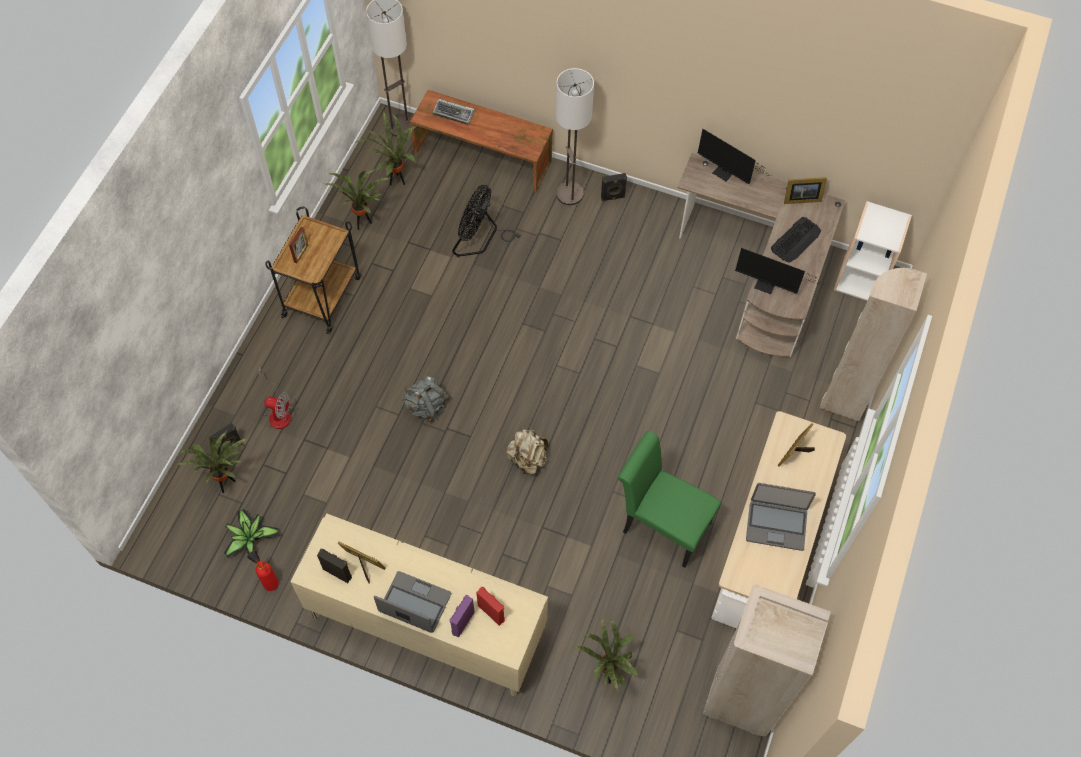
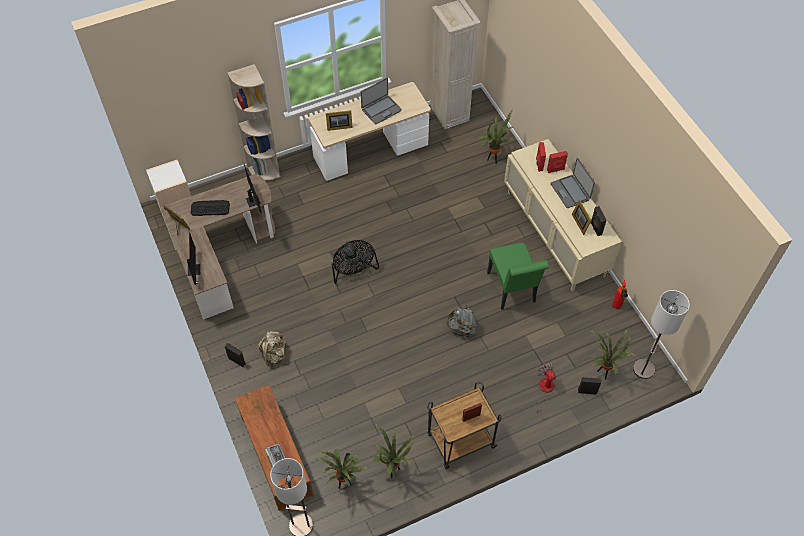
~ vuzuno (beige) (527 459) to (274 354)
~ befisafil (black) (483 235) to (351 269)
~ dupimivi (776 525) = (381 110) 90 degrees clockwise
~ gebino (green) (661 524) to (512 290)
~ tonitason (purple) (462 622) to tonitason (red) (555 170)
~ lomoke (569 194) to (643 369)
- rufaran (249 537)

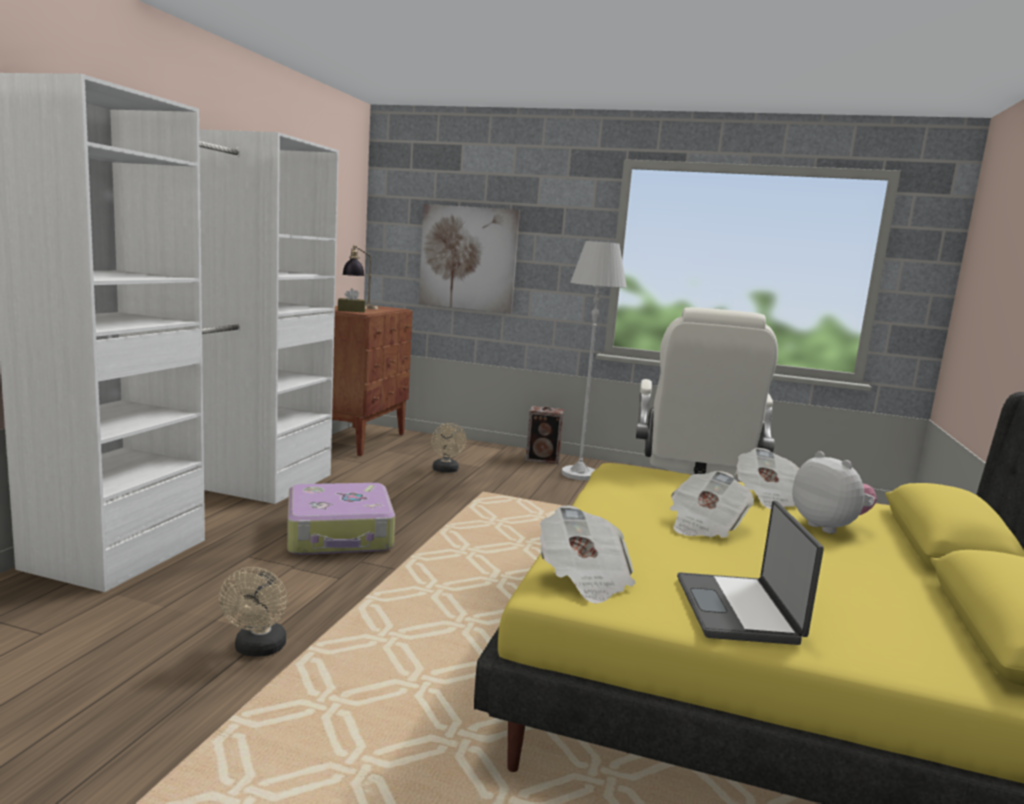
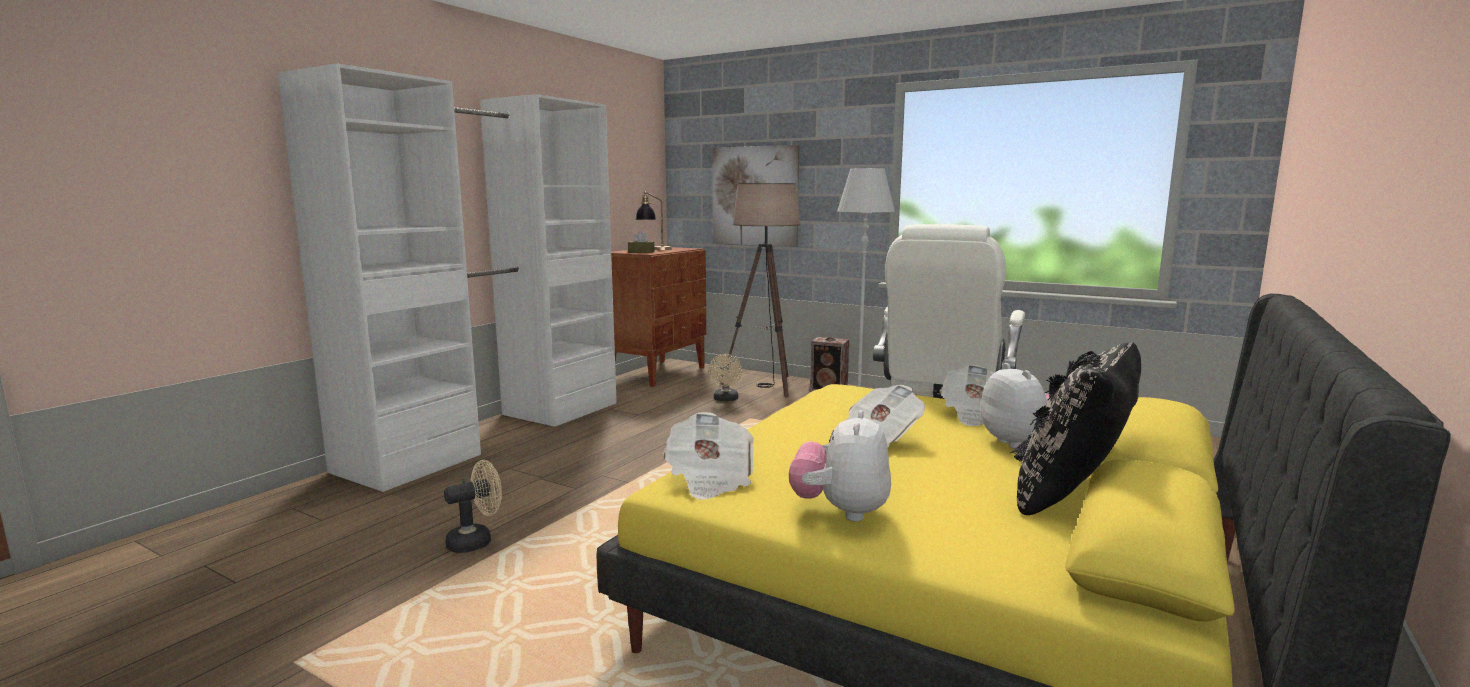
~ befisafil (beige) (258 649) = (476 541) 135 degrees counterclockwise
+ lomoke (764 386)
~ dupimivi (739 610) to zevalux (841 511)
+ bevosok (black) (1067 494)
- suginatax (340 535)

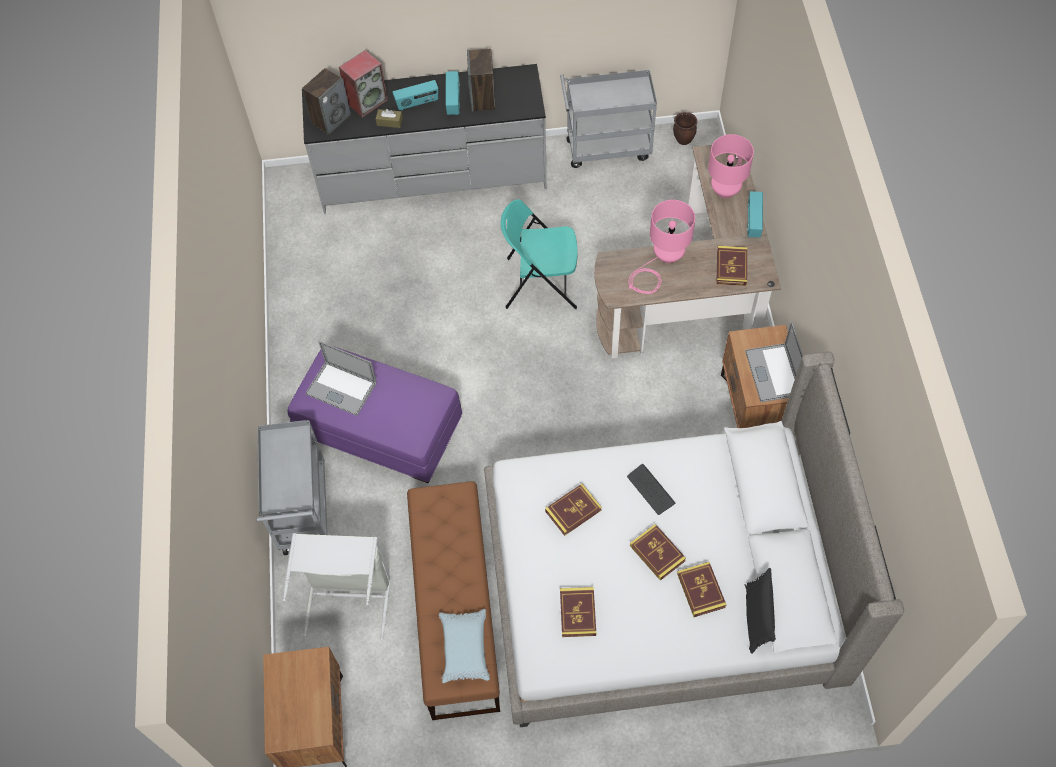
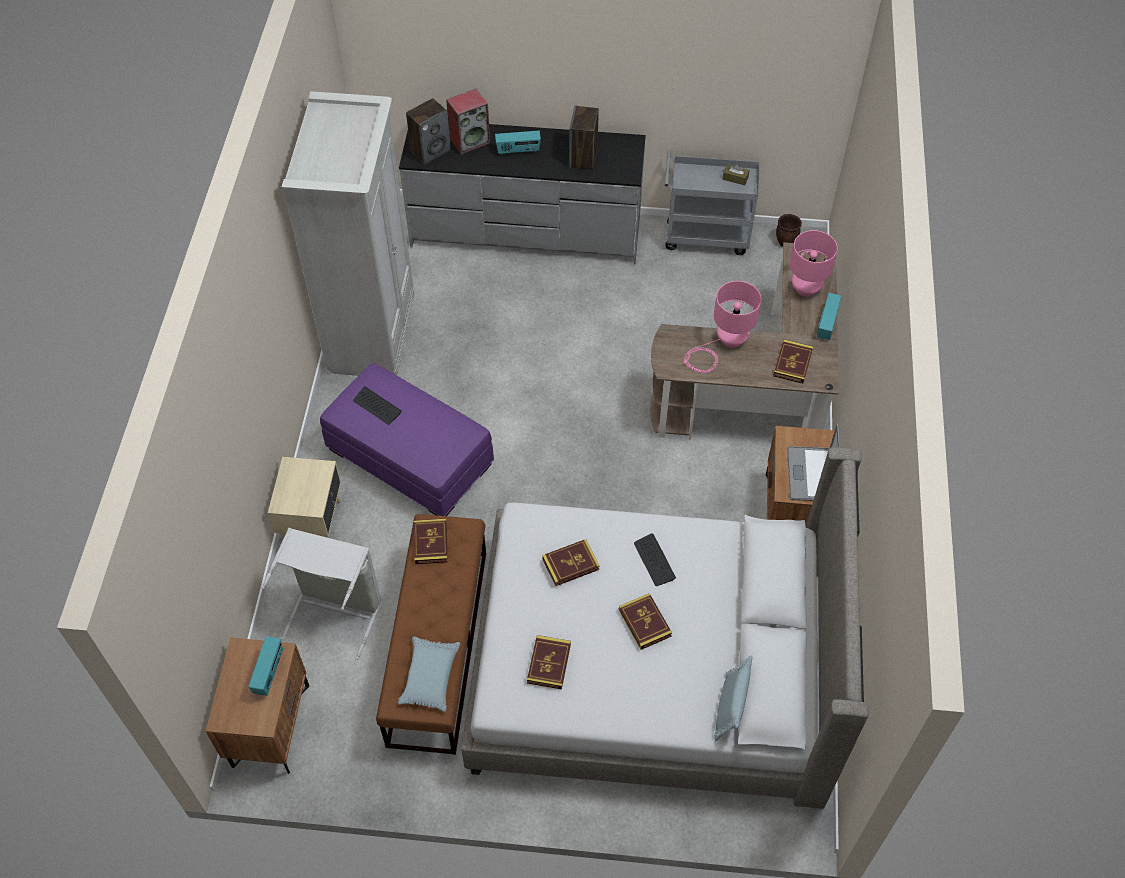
~ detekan (453 101) to (269 673)
~ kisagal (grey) (304 514) to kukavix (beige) (314 524)
+ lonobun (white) (372 333)
~ dupimivi (341 388) to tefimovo (377 406)
~ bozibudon (701 590) to (431 543)
~ bevosok (black) (757 618) to bevosok (blue) (730 708)
~ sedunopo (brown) (389 122) to (735 178)
- gebino (turquoise) (541 282)

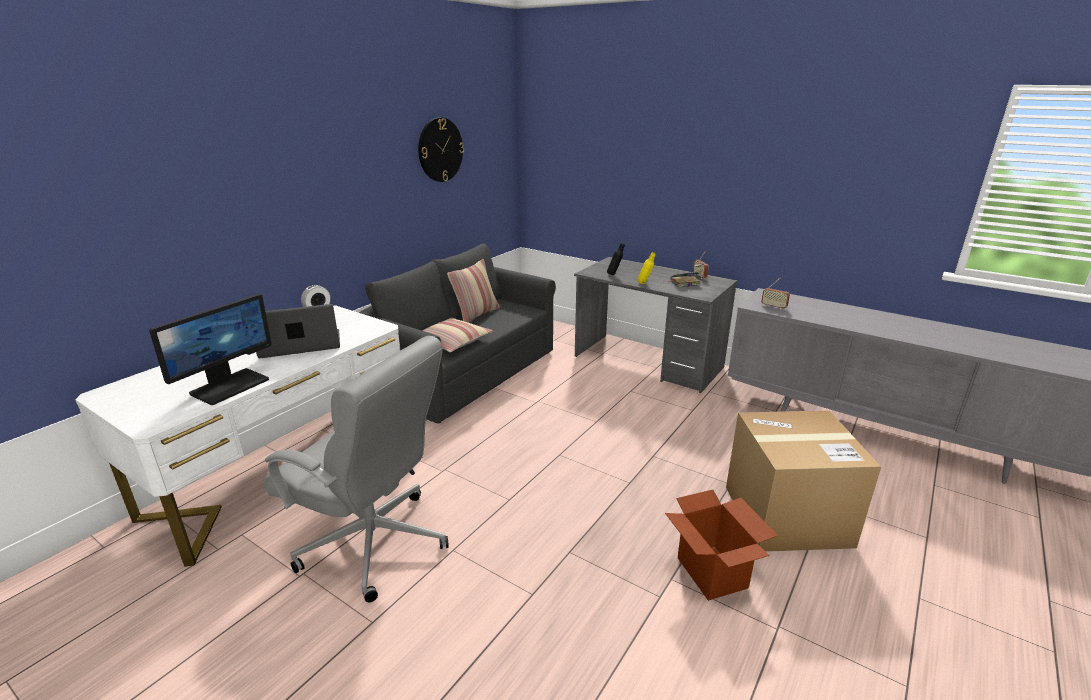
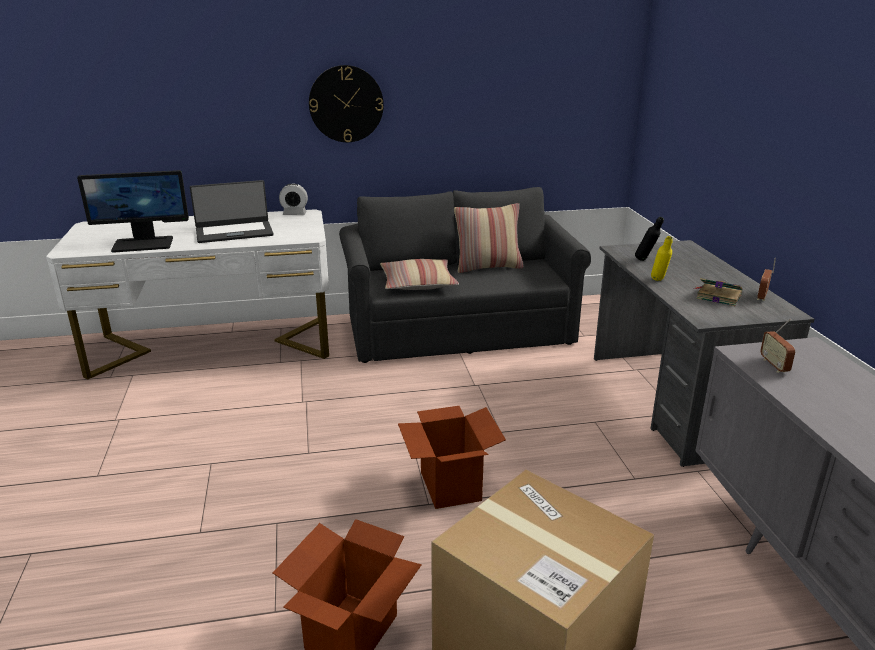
~ dupimivi (300 345) = (234 232) 135 degrees clockwise
~ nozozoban (440 150) to (346 104)
+ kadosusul (450 486)
- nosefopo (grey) (373 541)

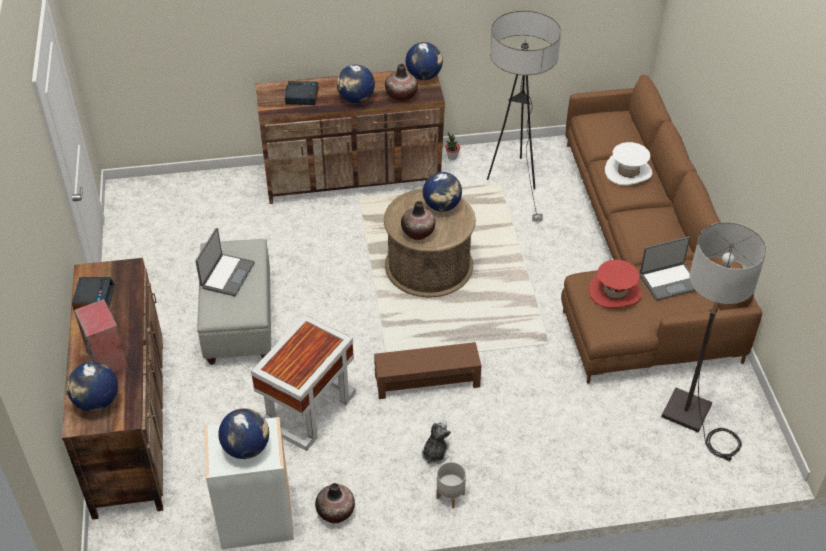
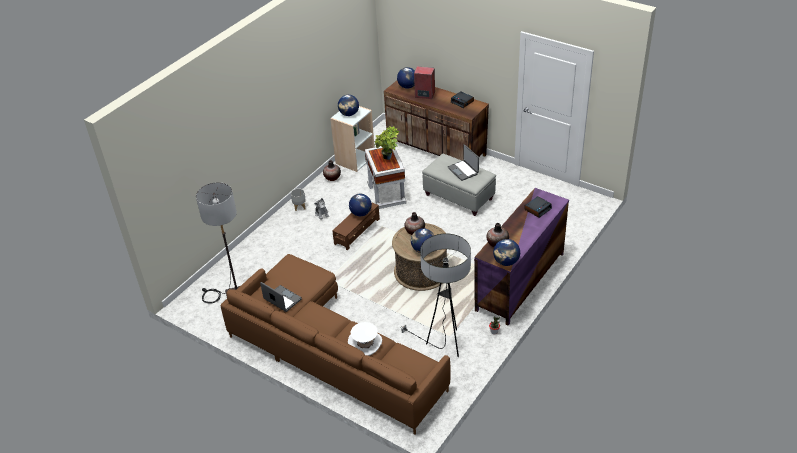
~ dupimivi (669 281) = (282 299) 105 degrees clockwise
~ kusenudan (356 99) to (361 213)
+ rufaran (388 159)
~ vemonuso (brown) (354 178) to vemonuso (purple) (518 282)
- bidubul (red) (615 292)

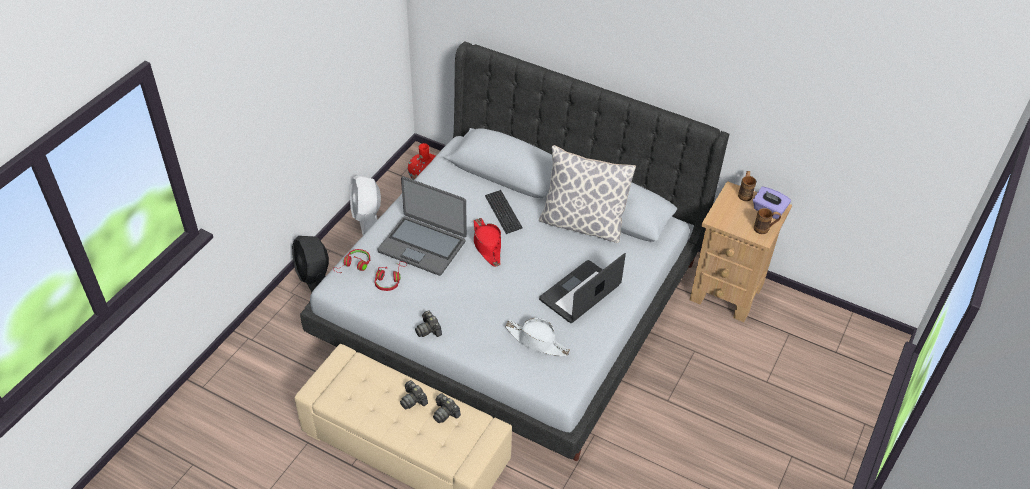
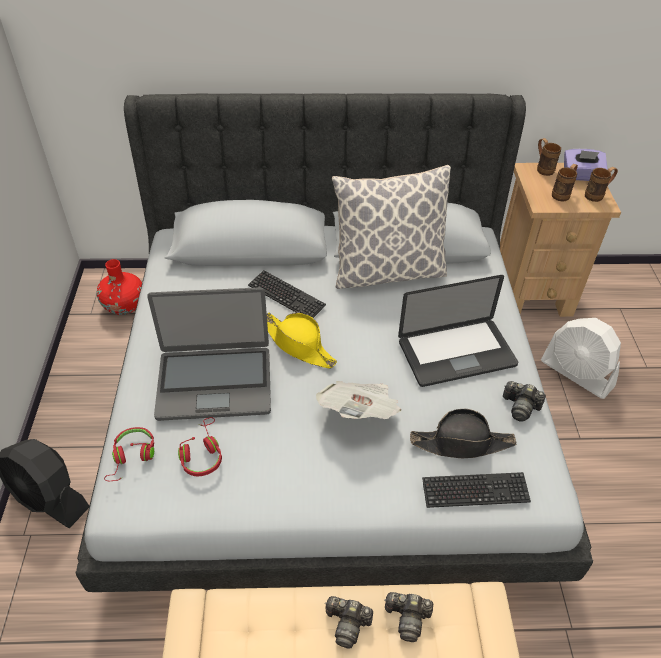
~ bidubul (red) (487 245) to bidubul (yellow) (298 345)
+ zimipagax (360 412)
~ dupimivi (580 293) = (456 354) 120 degrees counterclockwise
~ bidubul (white) (537 341) to bidubul (black) (462 443)
+ tefimovo (475 491)
~ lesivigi (428 330) to (520 407)
~ befisafil (white) (367 219) to (577 374)
+ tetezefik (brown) (562 194)

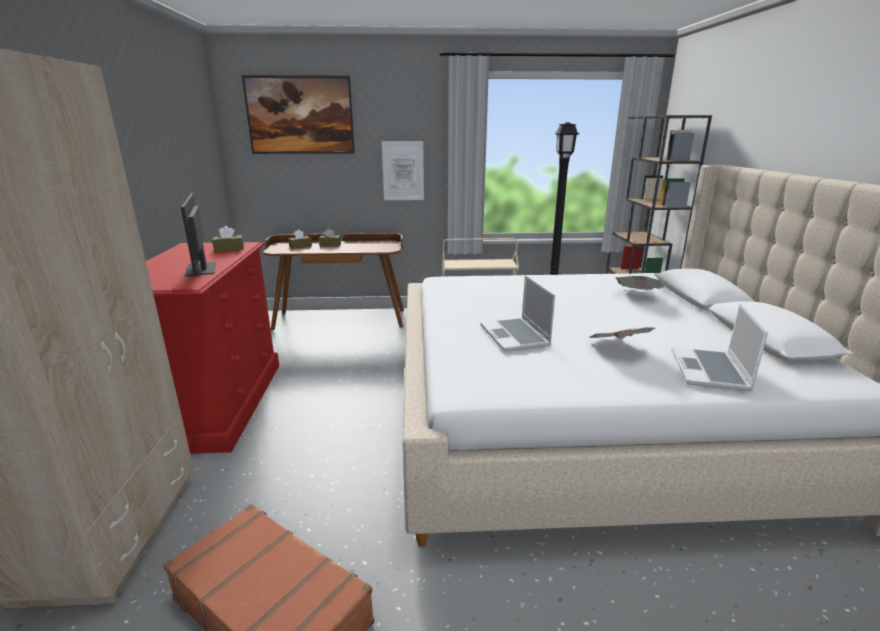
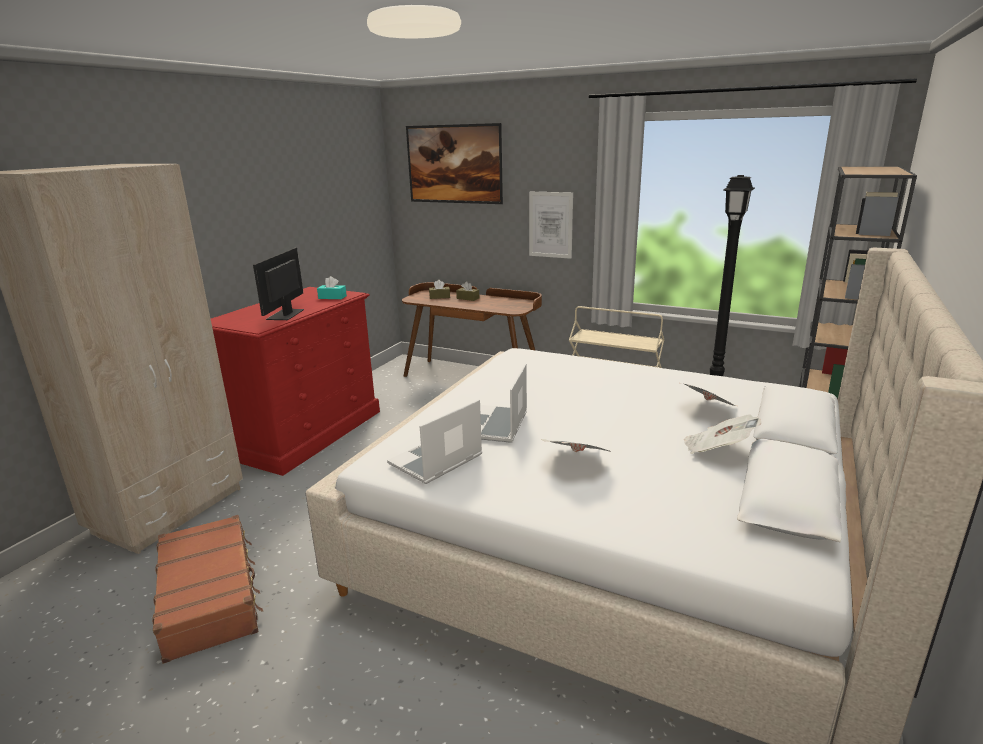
~ sedunopo (brown) (229 249) to sedunopo (turquoise) (332 297)
~ dupimivi (710 371) to (435 461)
+ zimipagax (717 450)

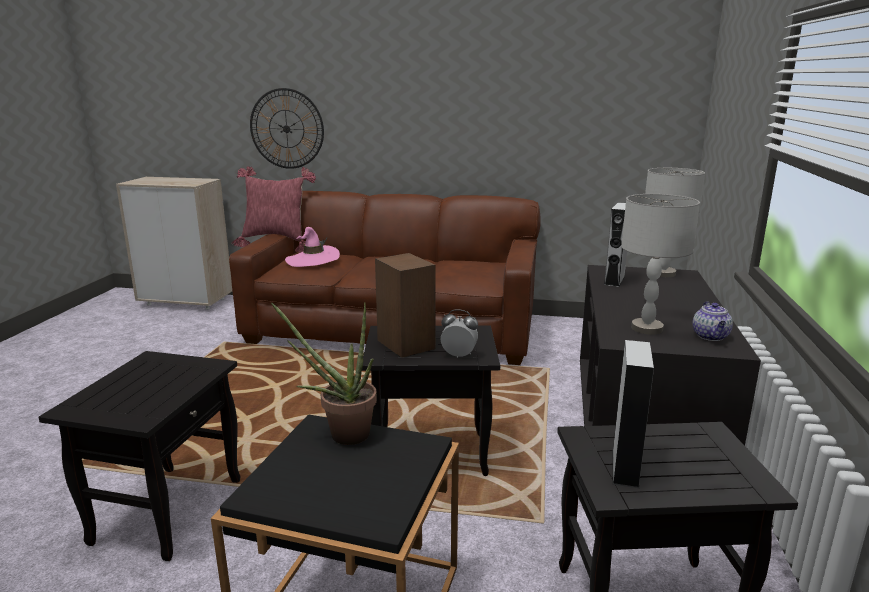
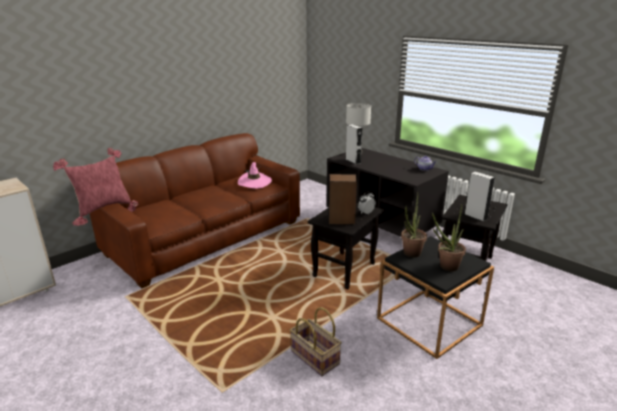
~ bidubul (pink) (312 260) to (254 182)
~ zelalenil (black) (168 509) to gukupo (314 358)
+ rufaran (445 267)
- nozozoban (286 129)
- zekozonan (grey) (647 328)

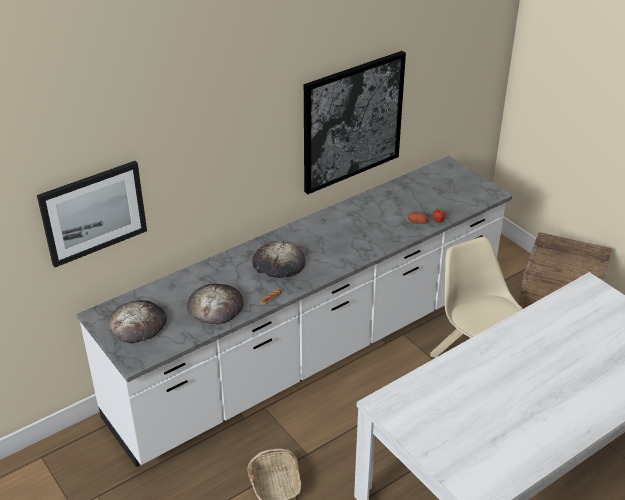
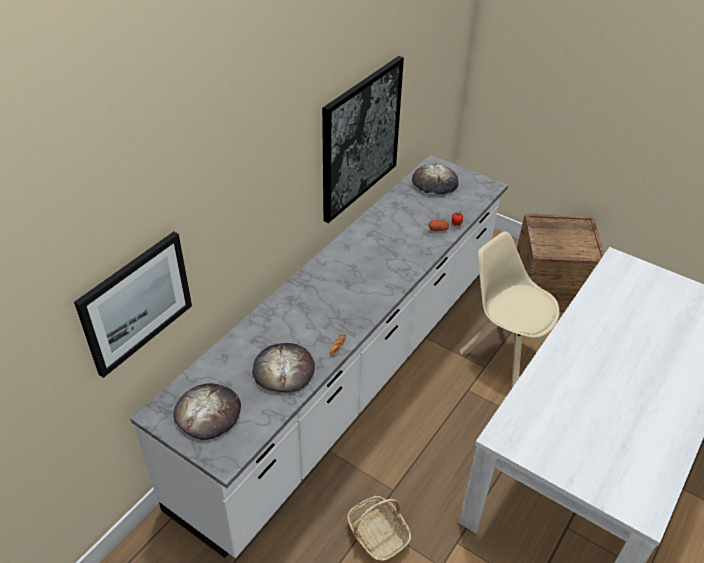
~ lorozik (278 263) to (434 183)

